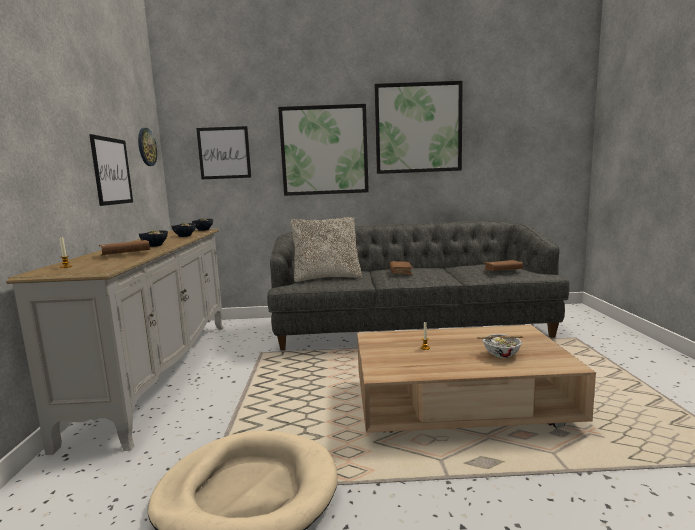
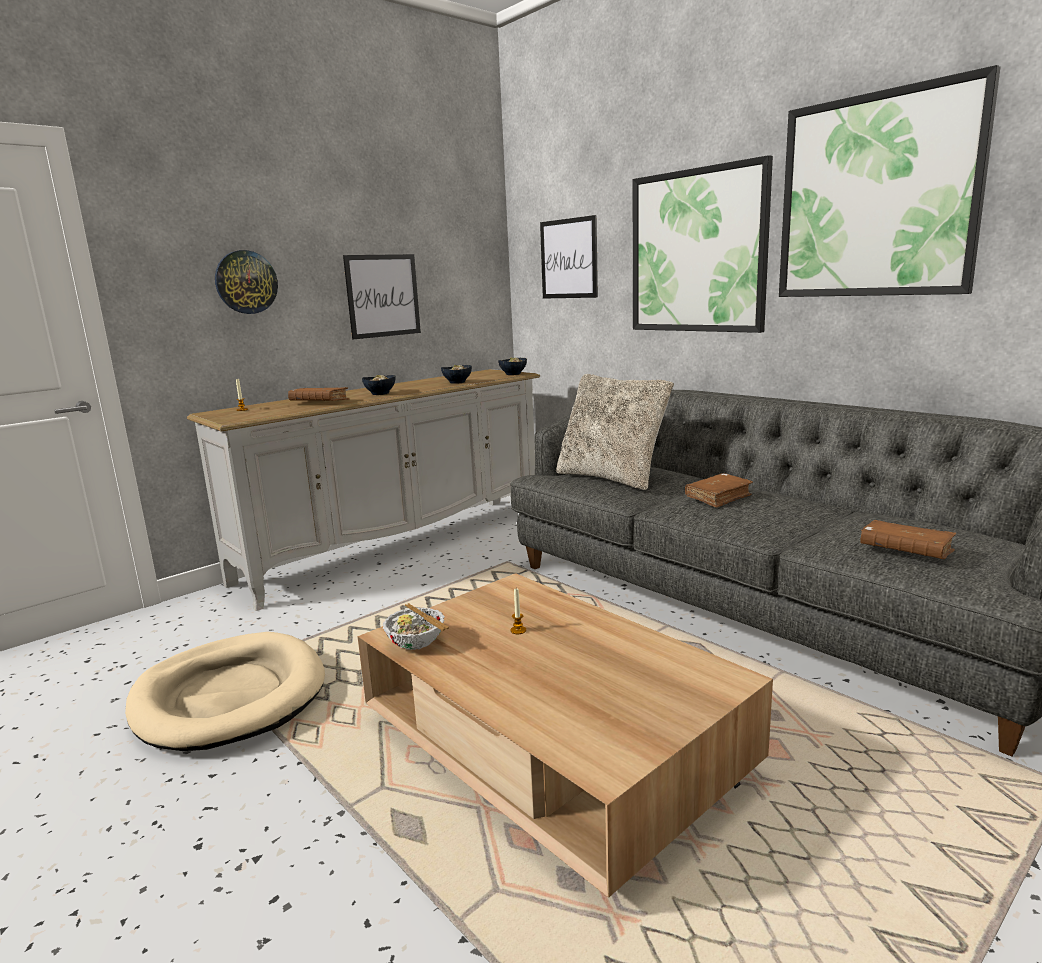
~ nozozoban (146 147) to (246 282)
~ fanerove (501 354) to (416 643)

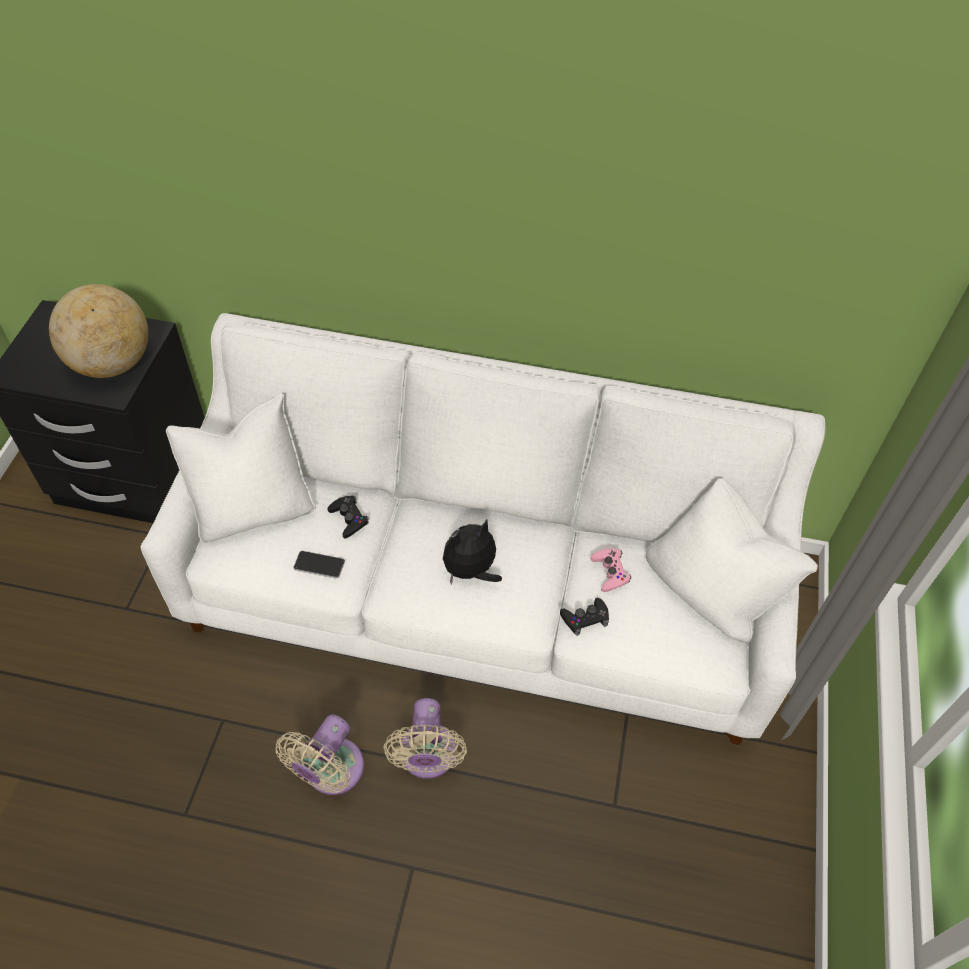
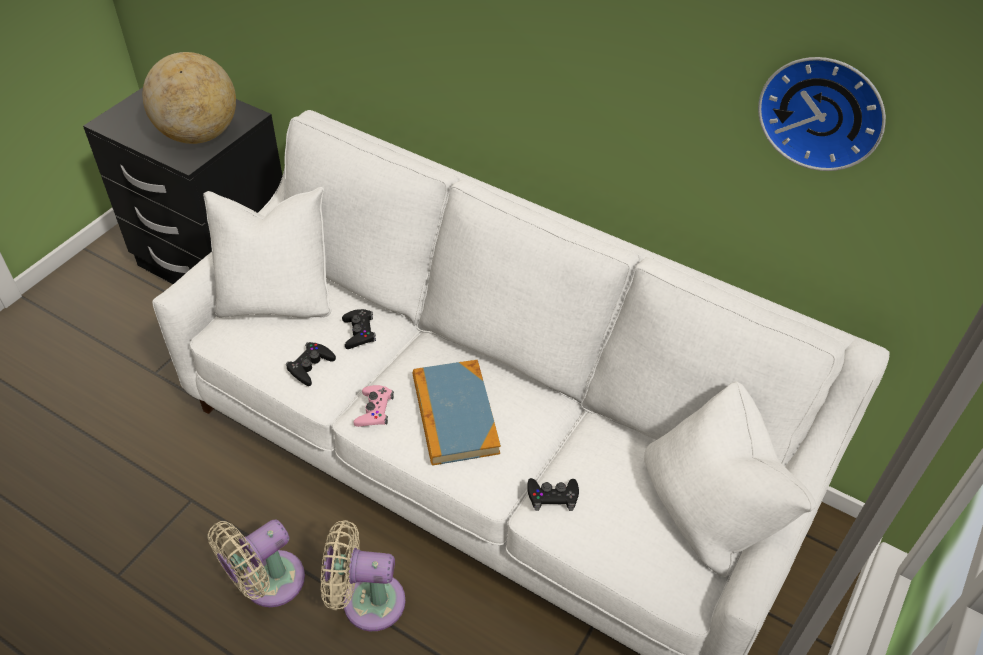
~ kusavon (319 565) to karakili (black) (310 366)
~ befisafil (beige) (427 757) = (366 601) 75 degrees clockwise
~ karakili (pink) (610 572) to (374 410)
~ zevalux (471 571) to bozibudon (454 415)
+ nozozoban (823 110)

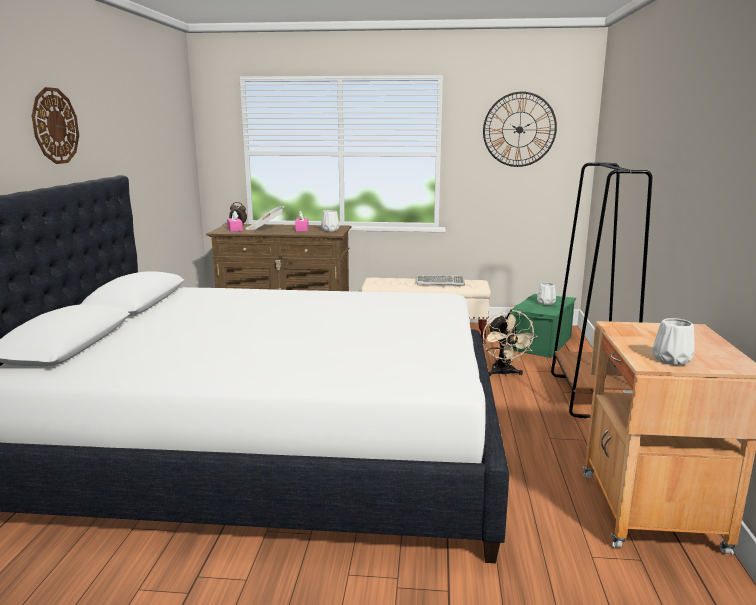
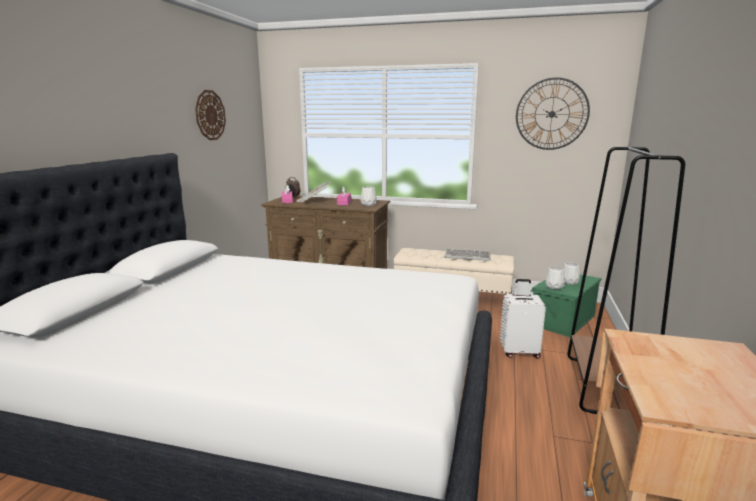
~ nozozoban (55 126) to (210 115)
~ befisafil (beige) (504 374) to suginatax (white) (519 352)
~ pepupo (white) (672 359) to (554 287)

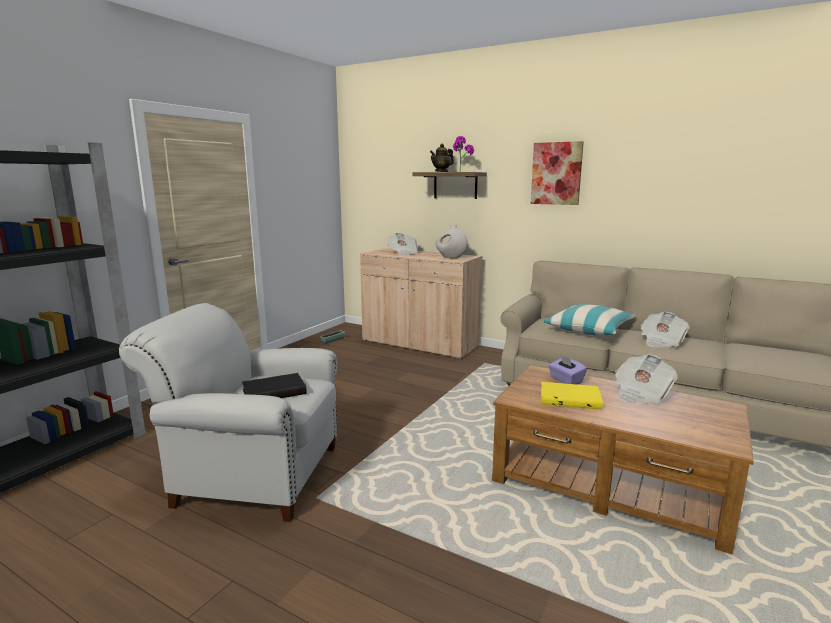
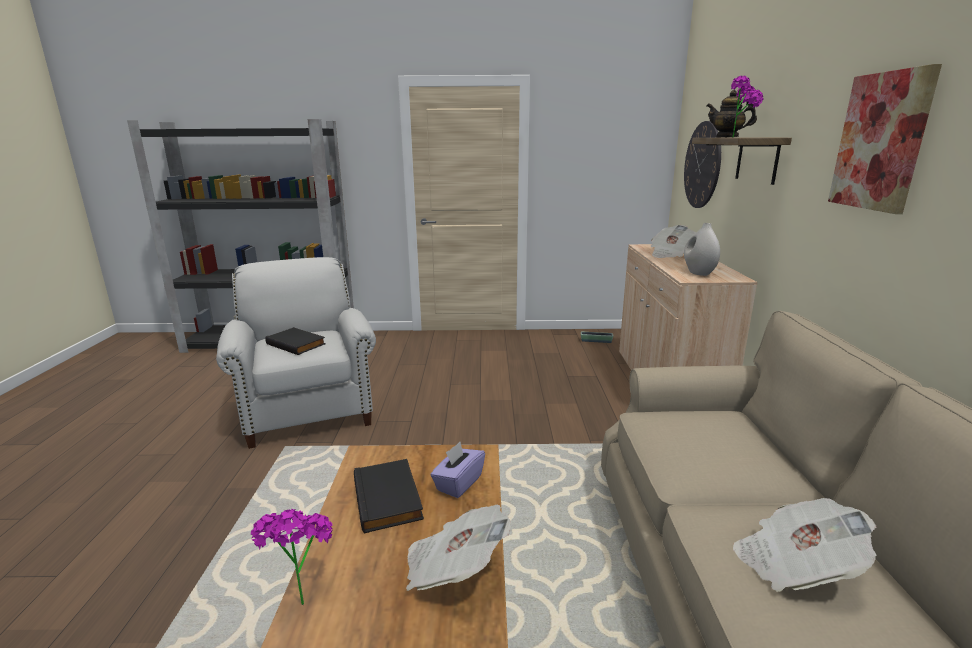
+ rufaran (300 593)
~ bozibudon (yellow) (570 398) to bozibudon (black) (389 498)
+ nozozoban (702 165)
- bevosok (589 330)

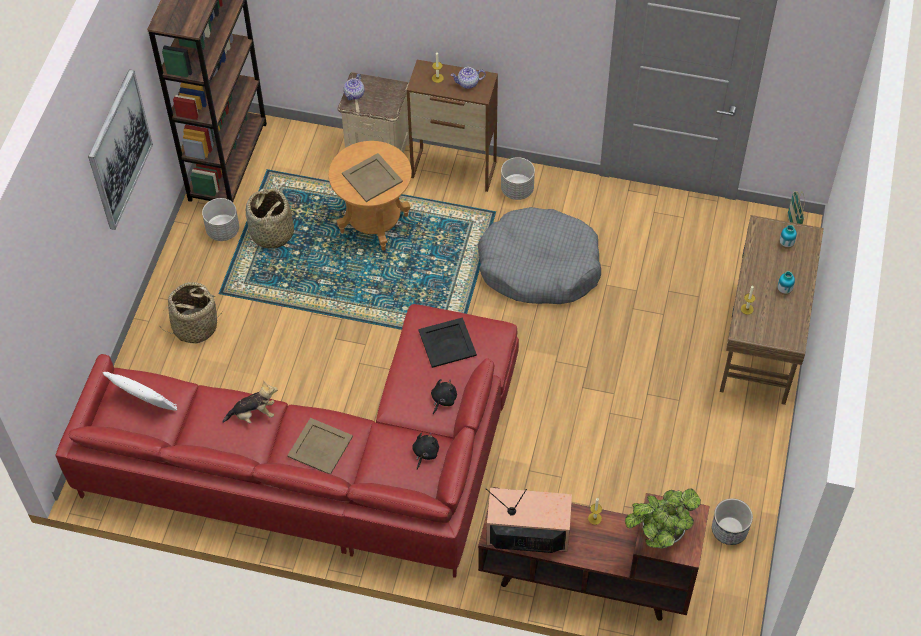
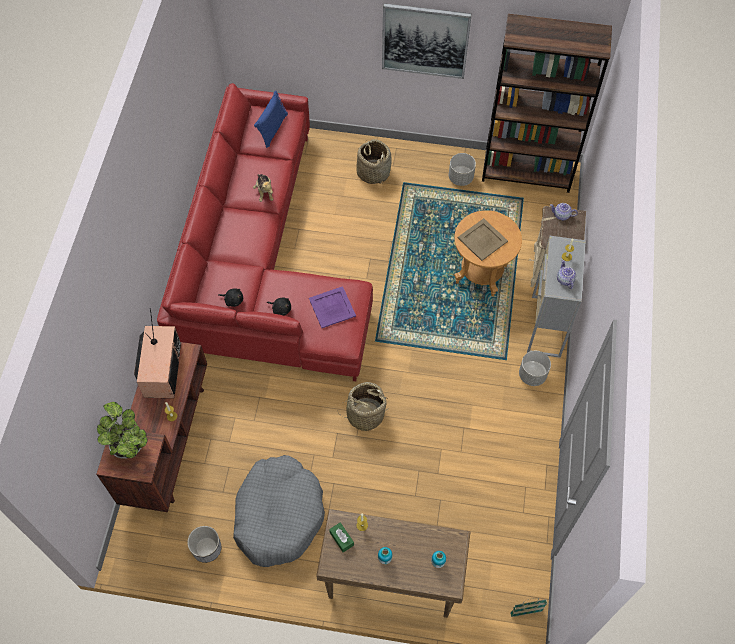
~ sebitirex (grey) (539 266) to (278 515)
~ bevosok (white) (144 402) to bevosok (blue) (272 129)
~ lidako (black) (447 343) to lidako (purple) (331 307)
+ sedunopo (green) (341 539)
~ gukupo (271 234) to (365 414)
~ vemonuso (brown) (454 171) to vemonuso (grey) (544 327)
- lidako (beige) (321 446)

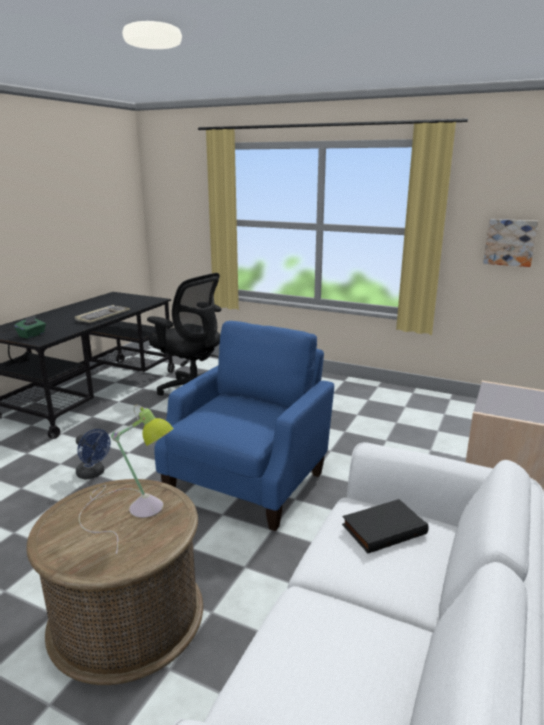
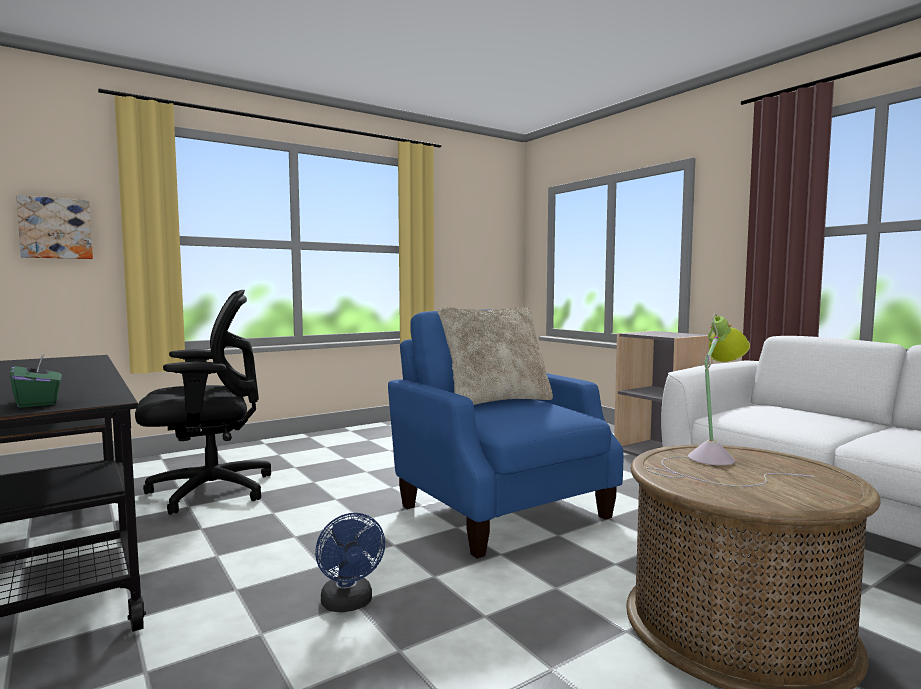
~ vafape (510 242) to (55 228)
~ befisafil (blue) (93 474) = (349 604) 90 degrees clockwise
+ bevosok (beige) (496 400)
- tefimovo (103 316)
- bozibudon (black) (383 528)

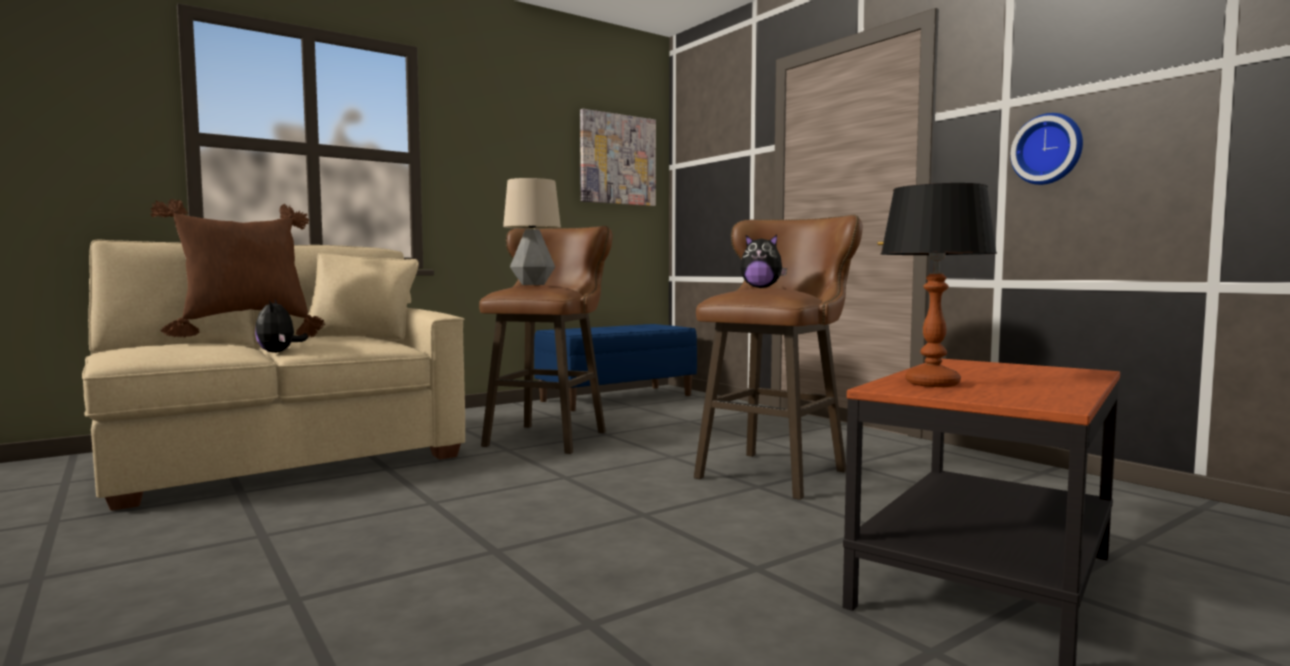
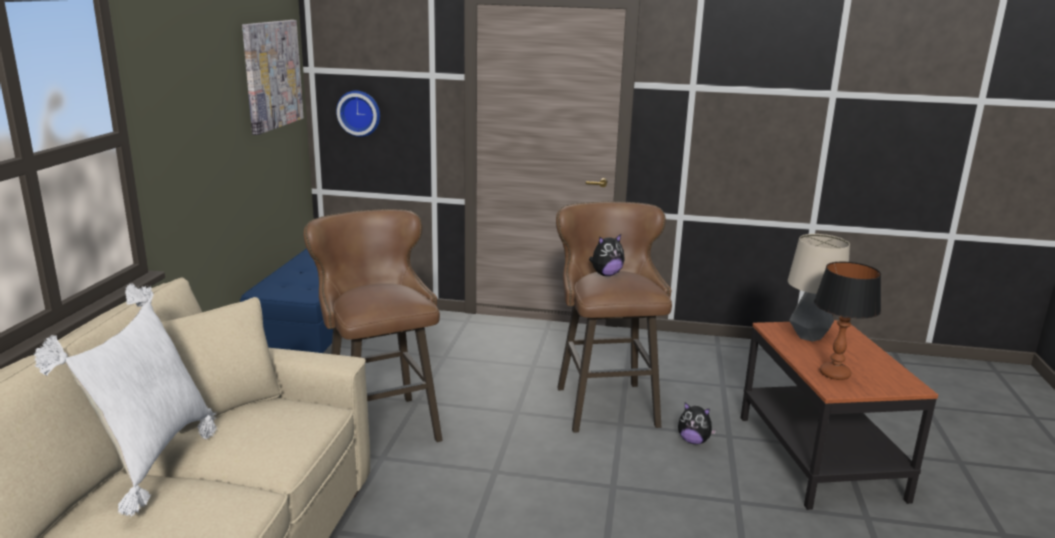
~ bevosok (brown) (244 339) to bevosok (white) (149 470)
~ nozozoban (1048 149) to (359 113)
~ zevalux (278 352) to (693 441)
~ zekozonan (533 284) to (808 336)

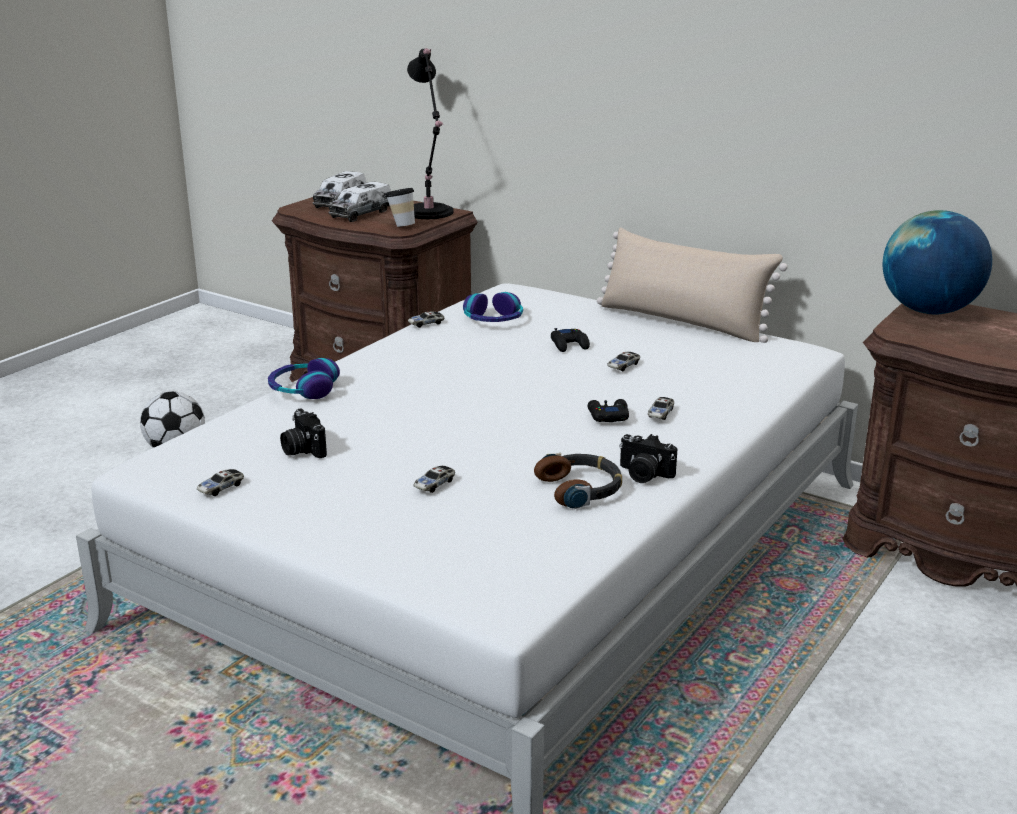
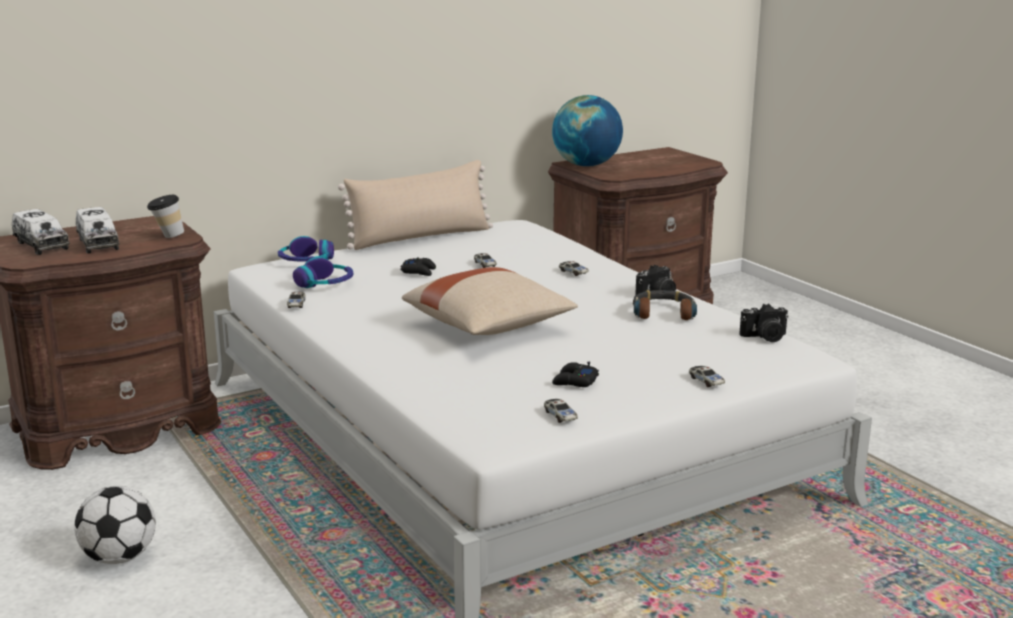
~ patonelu (303 389) to (305 261)
+ bevosok (beige) (489 327)
~ karakili (black) (608 416) to (574 381)
~ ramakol (434 485) to (706 382)
~ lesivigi (302 449) to (765 337)
- zekozonan (black) (429 213)

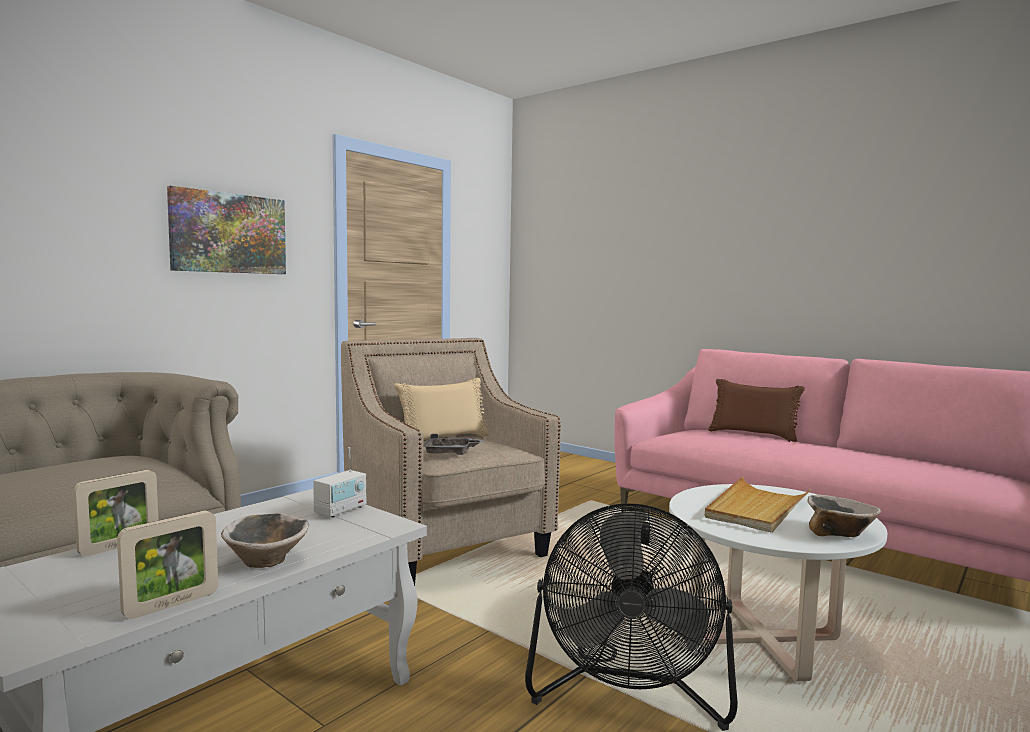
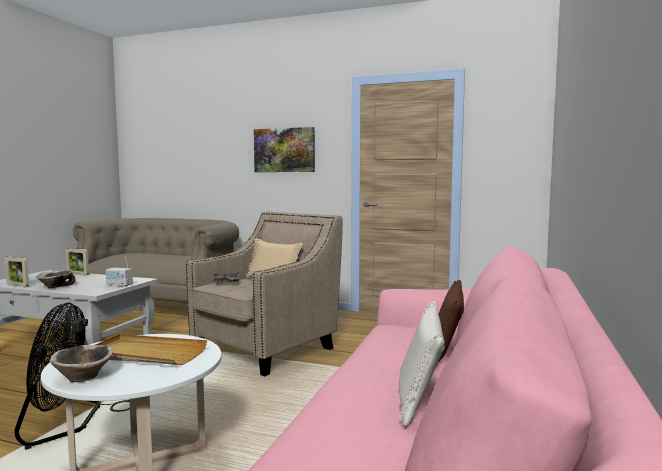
+ bevosok (white) (419 396)

